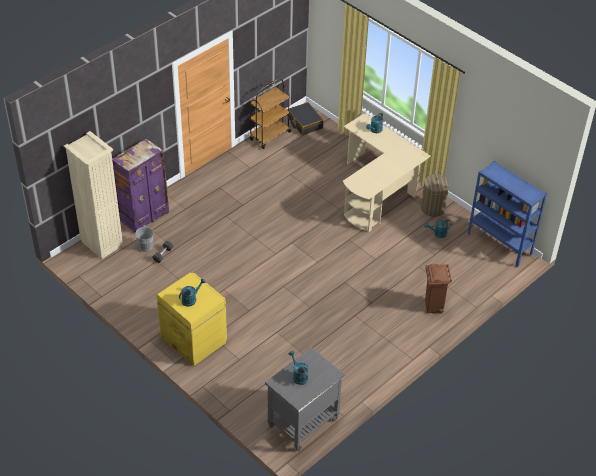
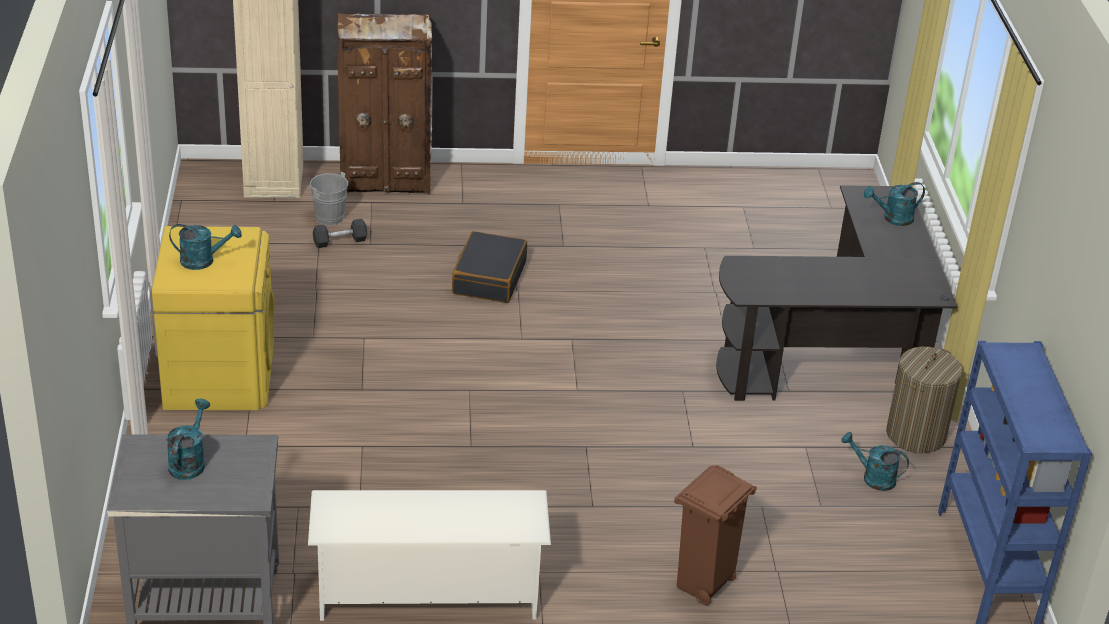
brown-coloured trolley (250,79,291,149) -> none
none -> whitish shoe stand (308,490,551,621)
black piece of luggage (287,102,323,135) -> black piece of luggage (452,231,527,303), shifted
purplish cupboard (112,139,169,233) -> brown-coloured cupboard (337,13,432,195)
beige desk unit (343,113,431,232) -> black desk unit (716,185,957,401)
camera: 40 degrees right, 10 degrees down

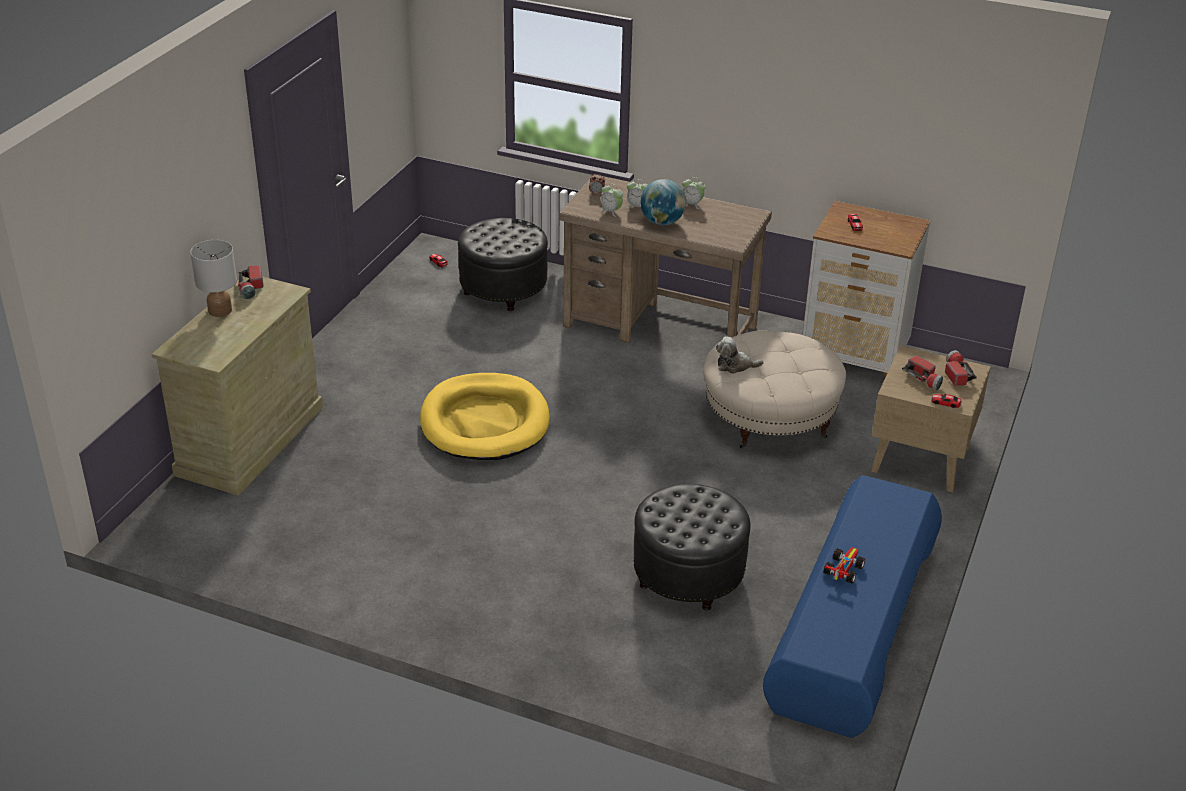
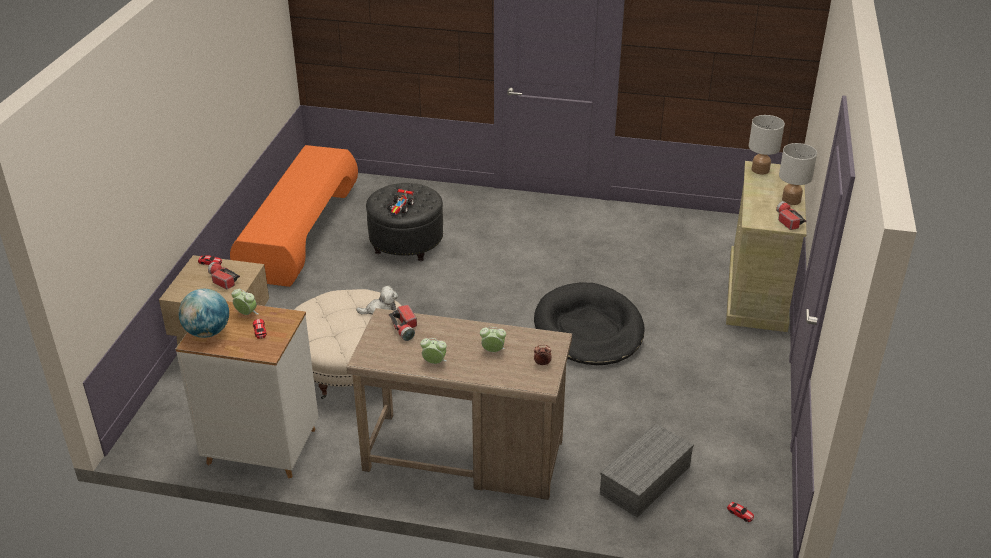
none -> gray tabletop lamp (749,115,785,175)
table clock (600,184,623,217) -> table clock (231,289,259,315), shifted
desk globe (641,179,686,225) -> desk globe (179,289,229,338), shifted
toy car (823,547,865,583) -> toy car (387,188,414,215), shifted
hand torch (945,350,977,386) -> hand torch (389,305,417,341), shifted
black pouffe (458,218,548,311) -> gray storage container (600,423,694,517)
yellow-coloured dog bed (420,373,550,460) -> black dog bed (534,282,645,365)
bluish indoor bench (763,475,942,738) -> orange indoor bench (230,145,358,287)
camera: 170 degrees right, 0 degrees up

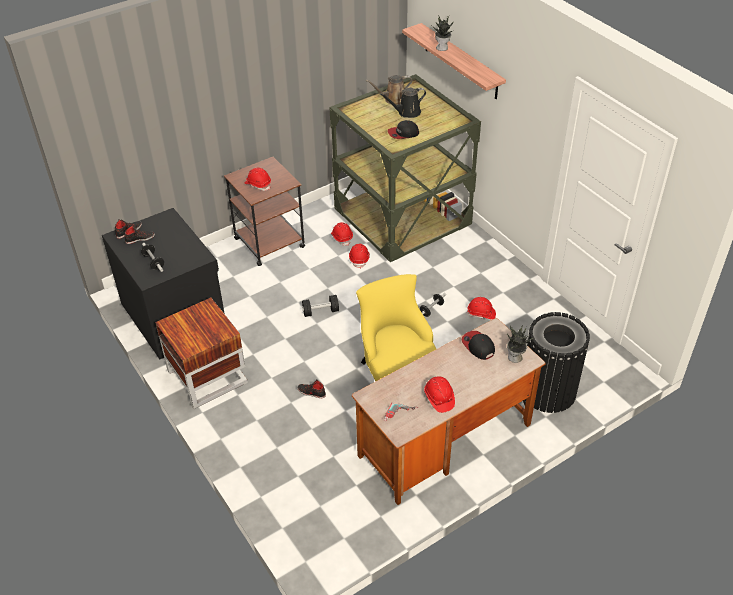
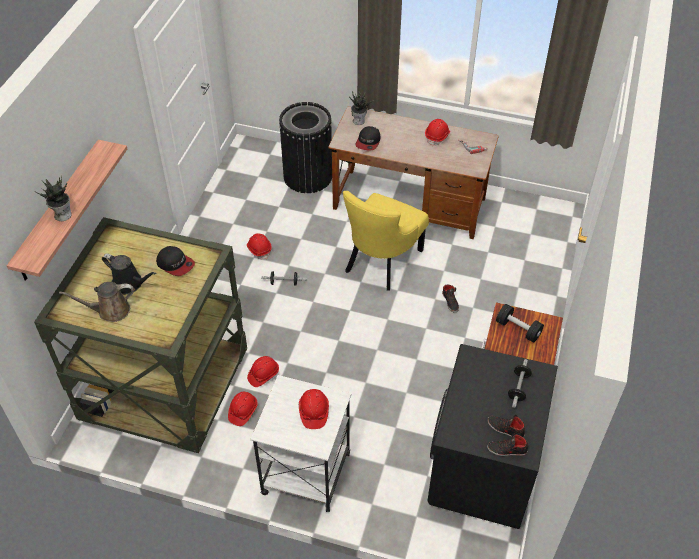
black hand weight (302,295,339,317) -> black hand weight (496,304,544,343), shifted
brown-coloured trolley (224,157,305,266) -> whitish trolley (251,375,351,512)
brown-coloured watering pot (366,75,412,105) -> brown-coloured watering pot (59,282,134,322), 135 degrees clockwise
camera: 130 degrees left, 5 degrees up

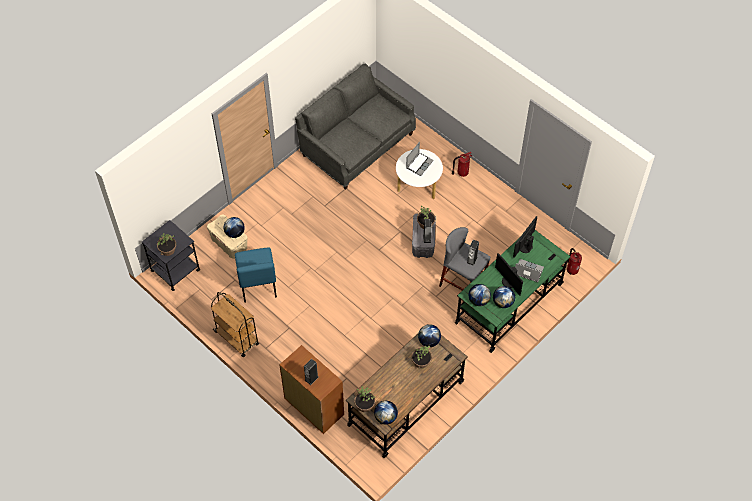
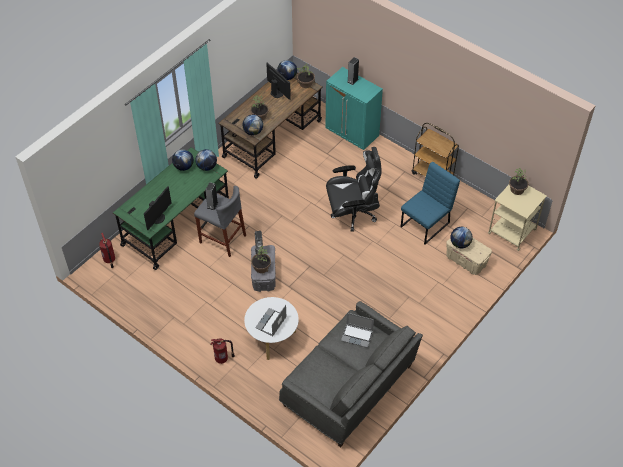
none -> black office chair (326,146,382,232)
computer screen (495,253,523,295) -> computer screen (266,63,291,100), shifted
notebook computer (515,259,544,282) -> notebook computer (341,313,374,348), shifted
black trolley (142,220,200,291) -> beige trolley (488,185,547,251)
brown-coloured cupboard (279,345,344,434) -> turquoise cupboard (325,67,383,150)
bluish chair (235,248,277,302) -> bluish chair (401,162,460,244), 60 degrees clockwise
camera: 175 degrees right, 5 degrees down

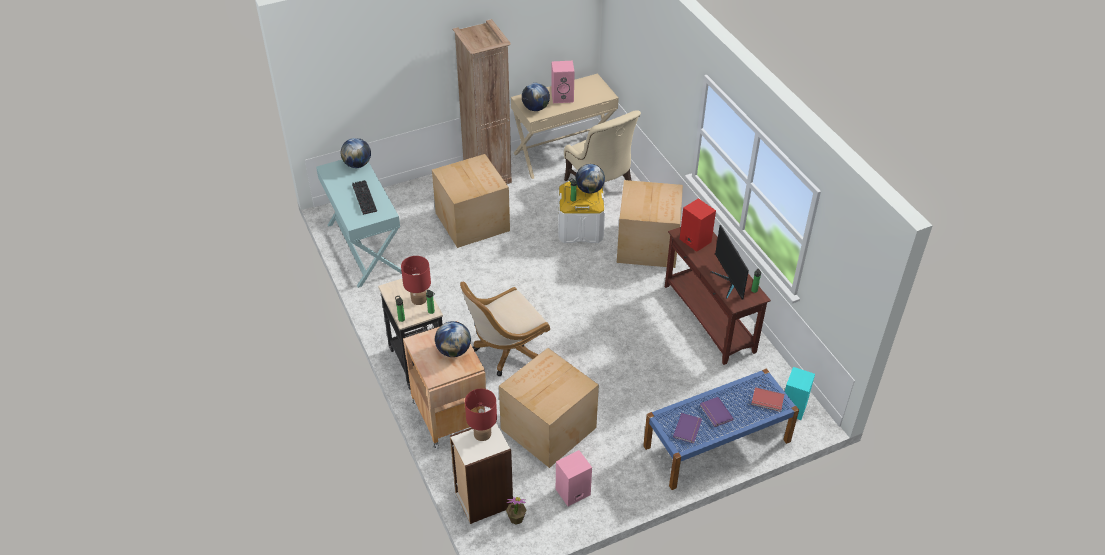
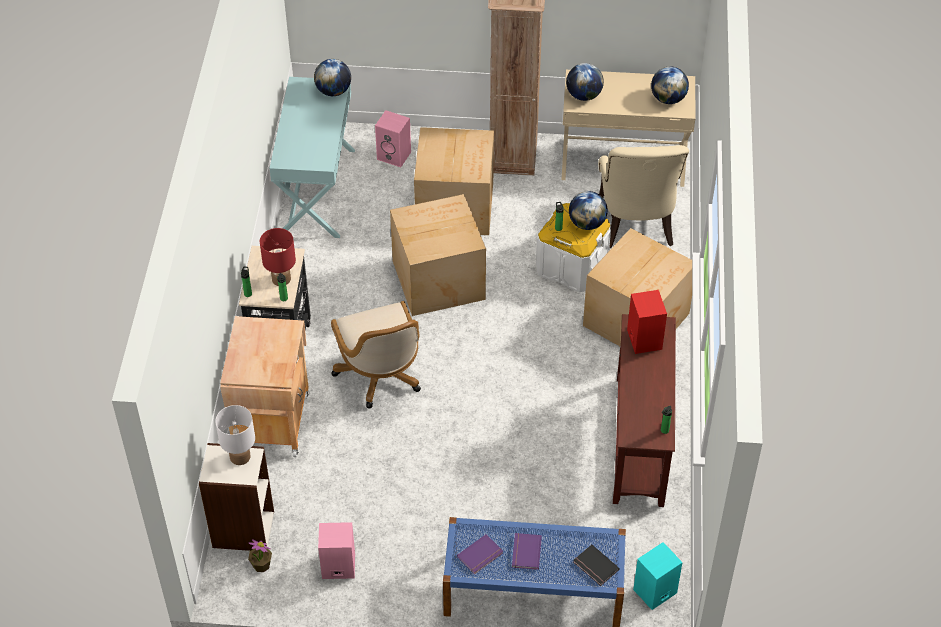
computer keyboard (352,180,377,215) -> none
computer screen (710,225,749,299) -> none
desk globe (435,321,471,357) -> desk globe (651,67,689,104), shifted
carton (499,348,599,468) -> carton (390,194,486,316), shifted
pink loudspeaker (551,61,575,103) -> pink loudspeaker (375,110,411,167), shifted
red tabletop lamp (465,389,497,441) -> whitish tabletop lamp (215,405,255,465)
red bound book (751,387,784,412) -> black bound book (574,545,620,586)
office chair (460,282,550,376) -> office chair (331,301,421,409), 105 degrees counterclockwise
camera: 30 degrees right, 5 degrees up

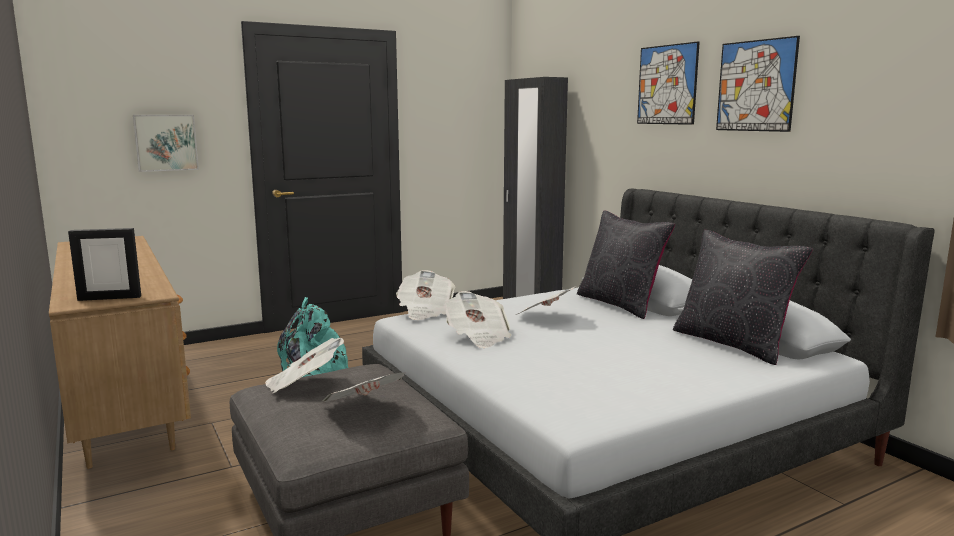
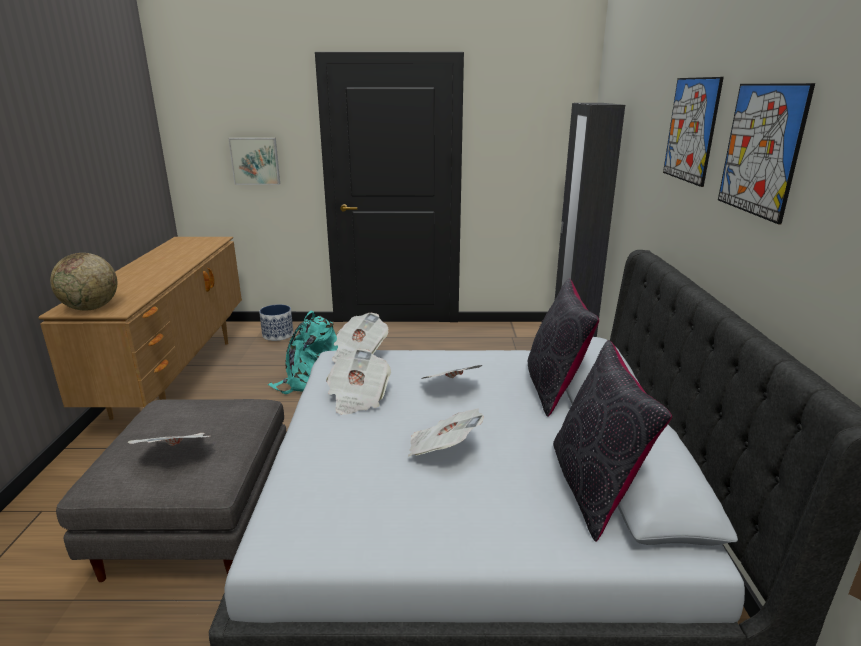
none -> planter (259,304,293,341)
daily paper (265,338,344,393) -> daily paper (408,409,484,456), shifted
photo frame (68,228,141,301) -> desk globe (50,253,117,311)
camera: 30 degrees right, 10 degrees up

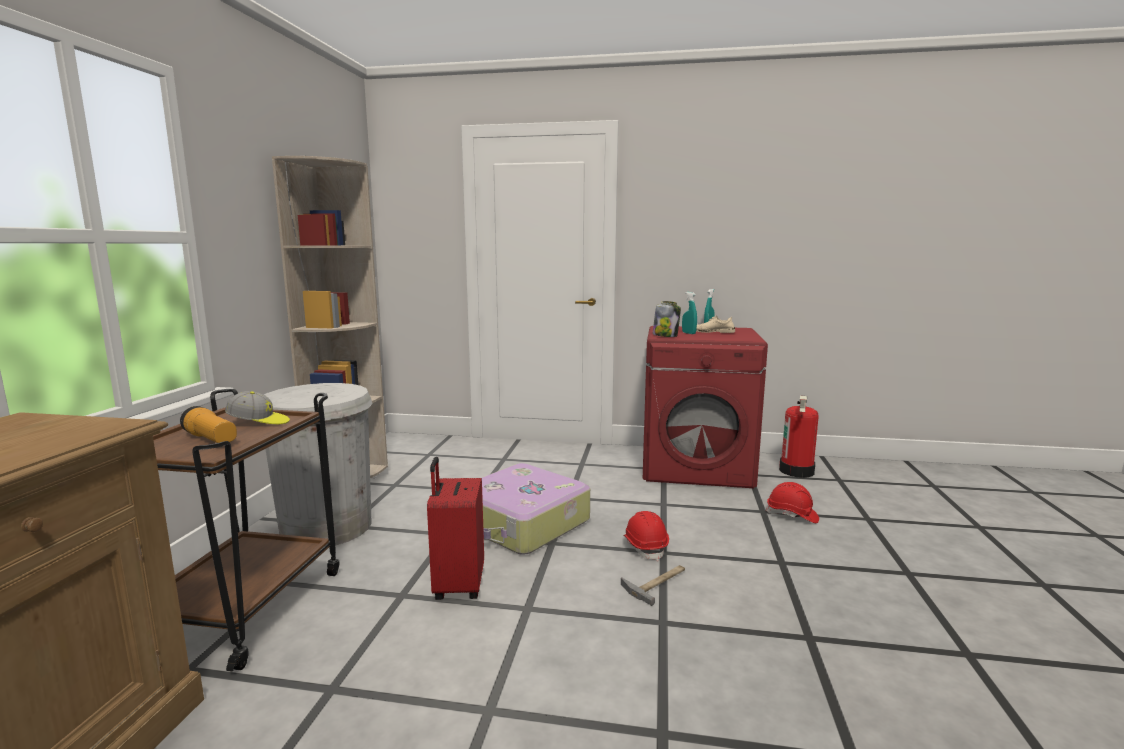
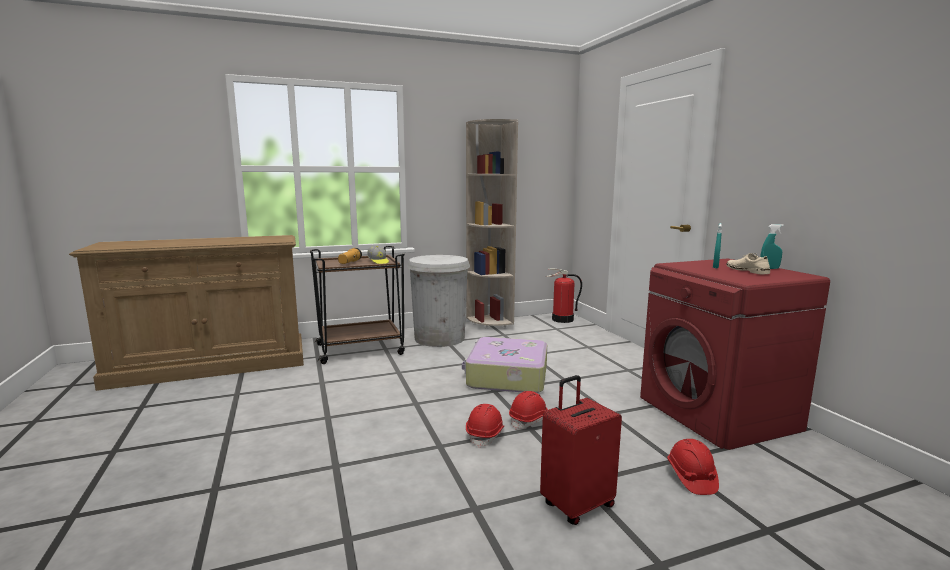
preserve jar (653,301,681,337) -> none
red piece of luggage (427,457,484,600) -> red piece of luggage (540,375,622,525), shifted
extinguisher (779,395,818,478) -> extinguisher (546,269,582,323), shifted
hand hammer (621,565,685,606) -> red work helmet (466,404,504,448)
camera: 60 degrees right, 0 degrees up

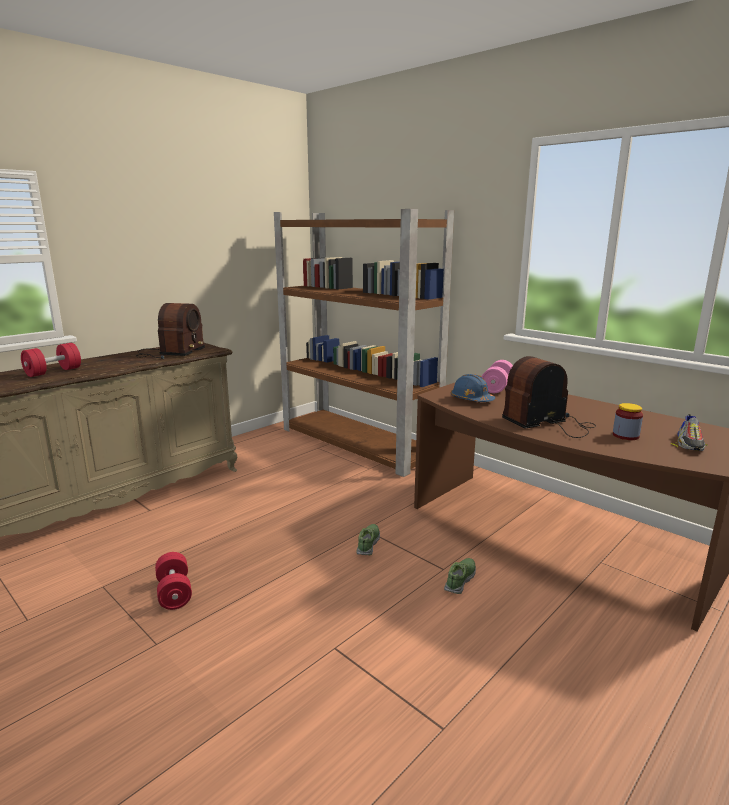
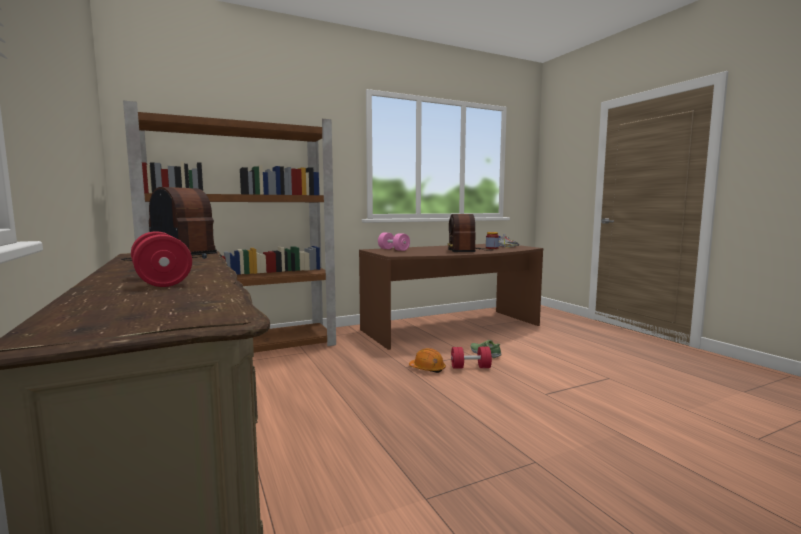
bluish work helmet (451,374,495,402) -> none
red hand weight (155,552,192,610) -> red hand weight (451,347,492,369), shifted
item of footwear (356,524,380,555) -> orange work helmet (409,348,446,373)
camera: 70 degrees left, 10 degrees down

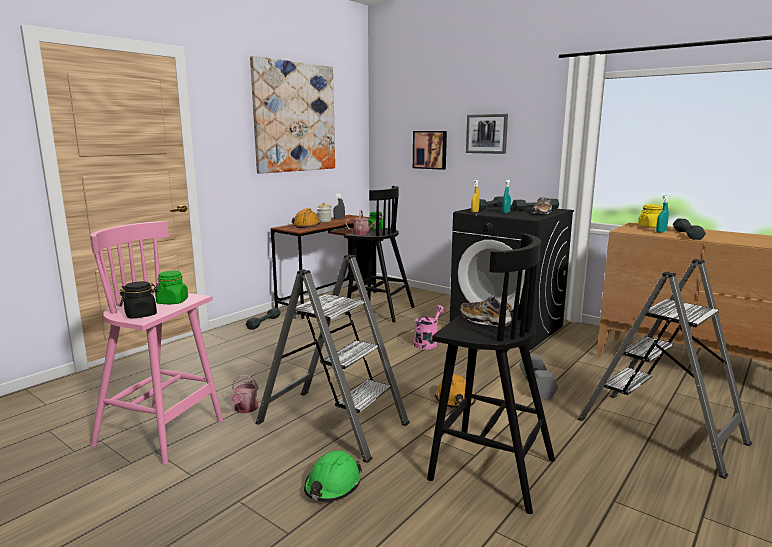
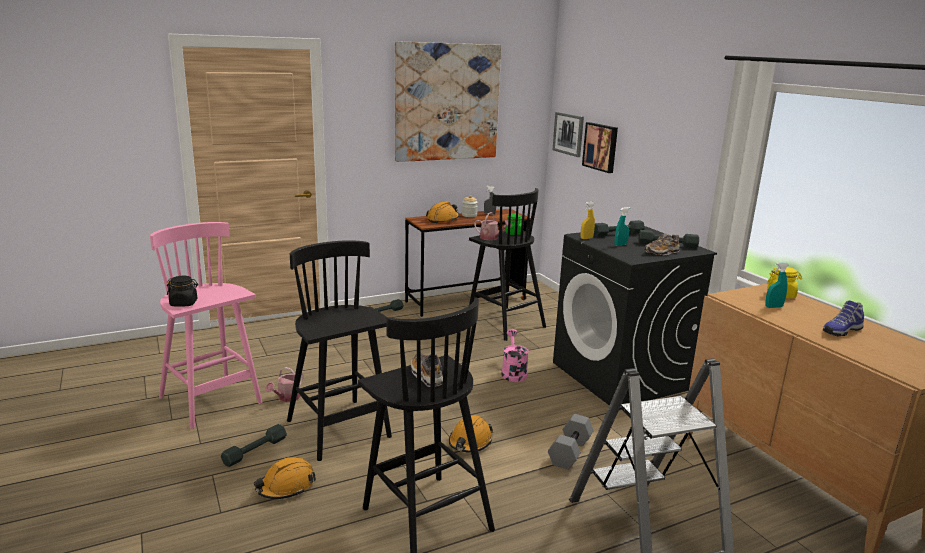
green-coloured preserve jar (155,271,188,304) -> none
none -> item of footwear (823,300,864,337)
picture (466,114,508,154) -> picture (553,112,584,157), shifted
gray hand weight (673,219,706,240) -> gray hand weight (221,424,287,467), shifted
gray step ladder (255,254,410,463) -> black sitting stool (287,240,392,461)
green-coloured work helmet (304,450,362,501) -> orange work helmet (254,457,316,499)
pink watering pot (414,305,445,350) -> pink watering pot (502,329,529,382), 60 degrees counterclockwise
camera: 25 degrees right, 5 degrees up

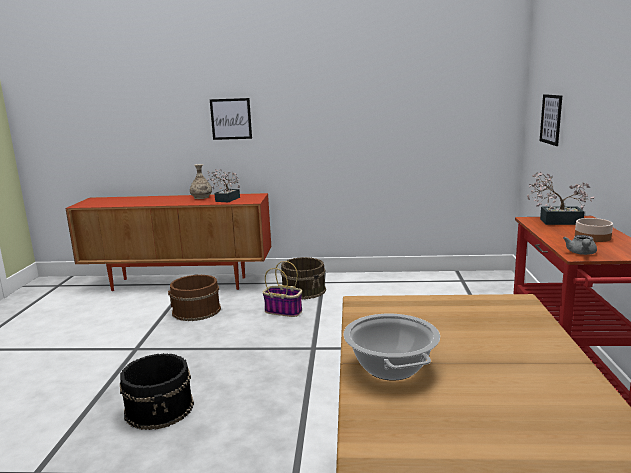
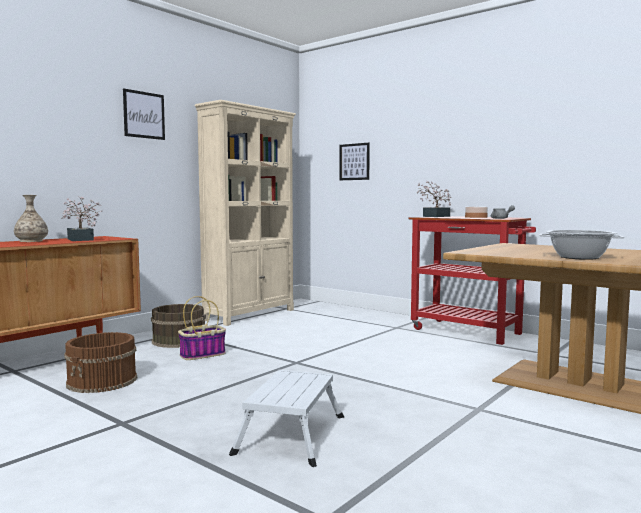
none -> beige bookshelf (195,100,296,326)
picture (210,98,252,140) -> picture (123,88,165,140), shifted
black bucket (120,353,194,430) -> whitish step ladder (229,370,344,467)
camera: 55 degrees left, 10 degrees down

